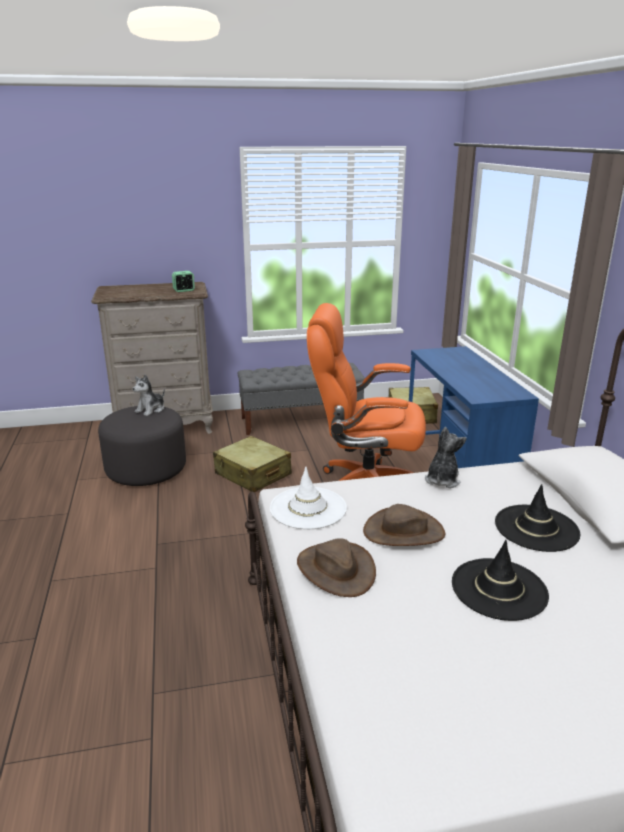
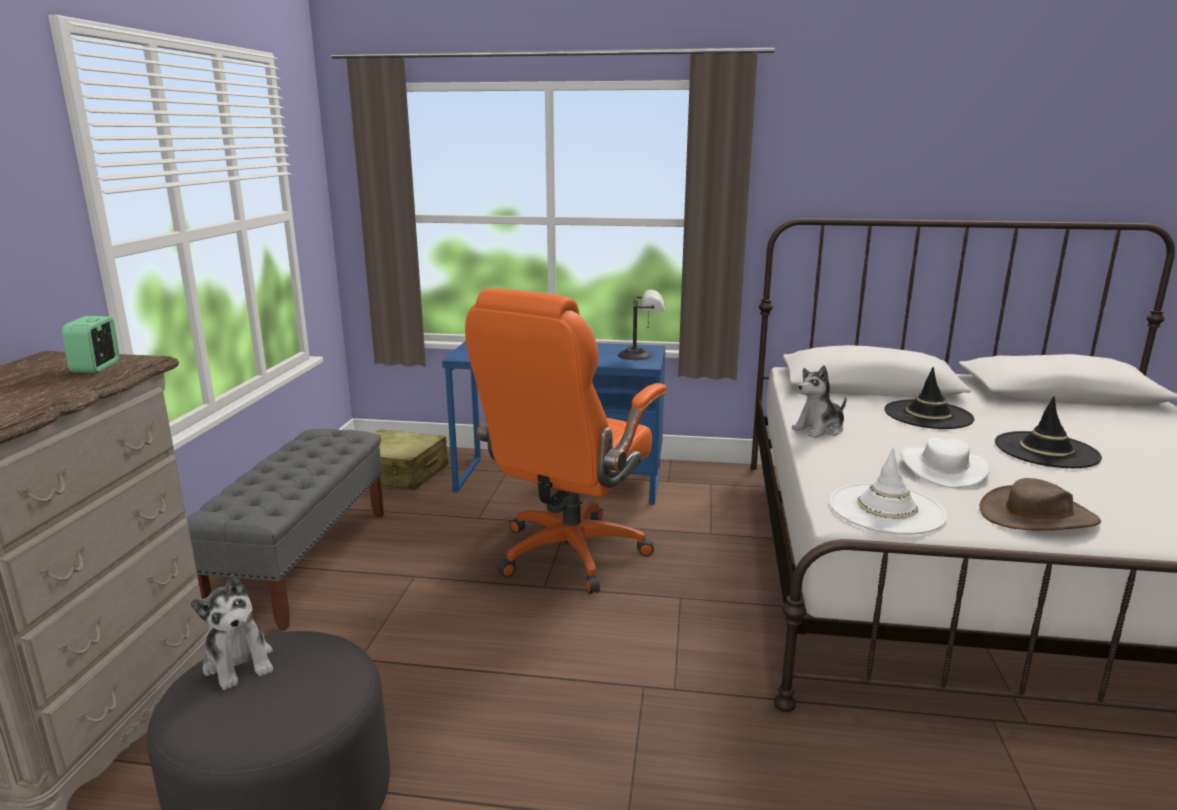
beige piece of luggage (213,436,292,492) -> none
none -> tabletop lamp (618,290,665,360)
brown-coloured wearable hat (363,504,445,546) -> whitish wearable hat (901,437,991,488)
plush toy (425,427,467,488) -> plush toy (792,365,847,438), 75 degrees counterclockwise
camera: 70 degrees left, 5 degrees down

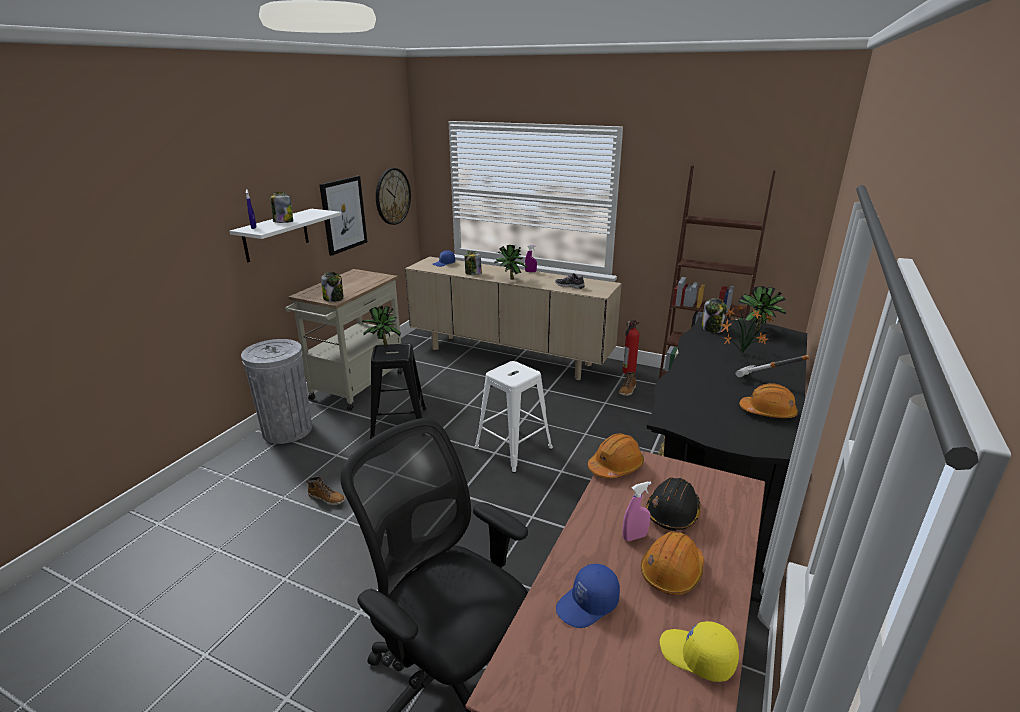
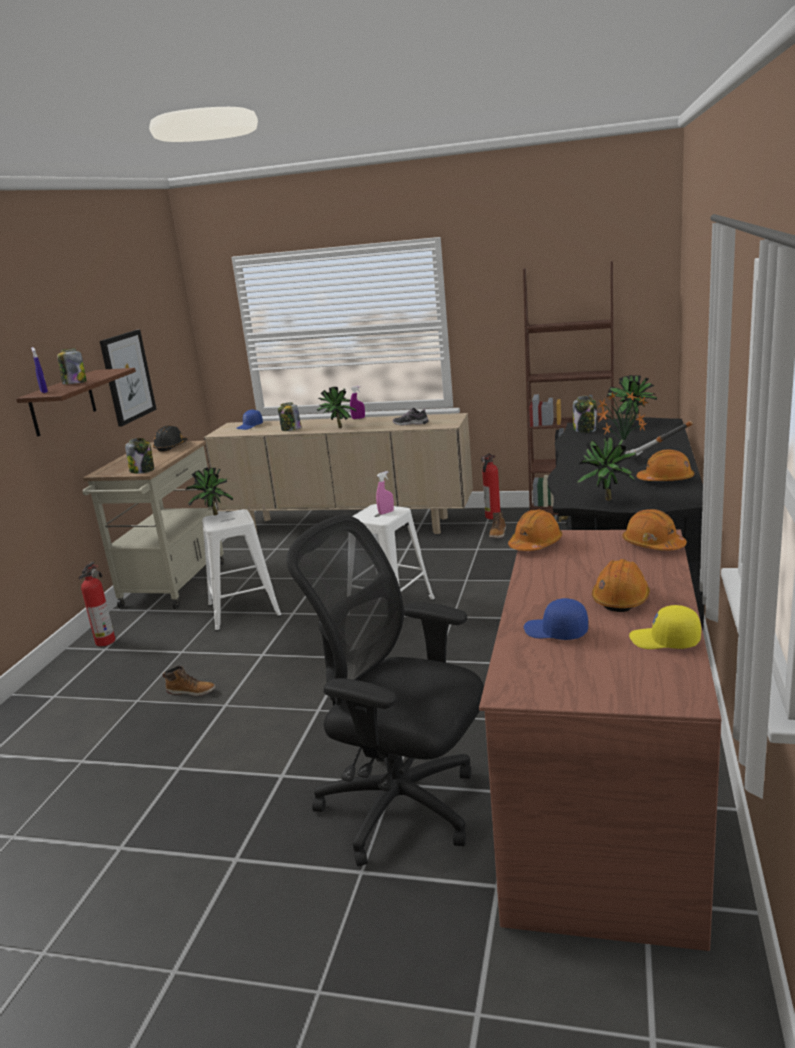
hanging clock (376,168,411,225) -> none
none -> houseplant (577,436,637,501)
none -> orange work helmet (622,509,687,551)
pink spray bottle (622,481,652,541) -> pink spray bottle (376,471,394,515), shifted
black work helmet (646,477,701,531) -> black work helmet (153,425,188,452), shifted
gray trash can (241,339,312,444) -> extinguisher (78,562,115,646)
whitish shelf (229,209,341,262) -> brown-coloured shelf (16,368,136,436)
black sitting stool (370,344,426,439) -> whitish sitting stool (202,509,282,631)
bluish peaked cap (556,564,620,628) -> bluish peaked cap (524,598,588,640), 75 degrees clockwise
camera: 10 degrees left, 5 degrees down

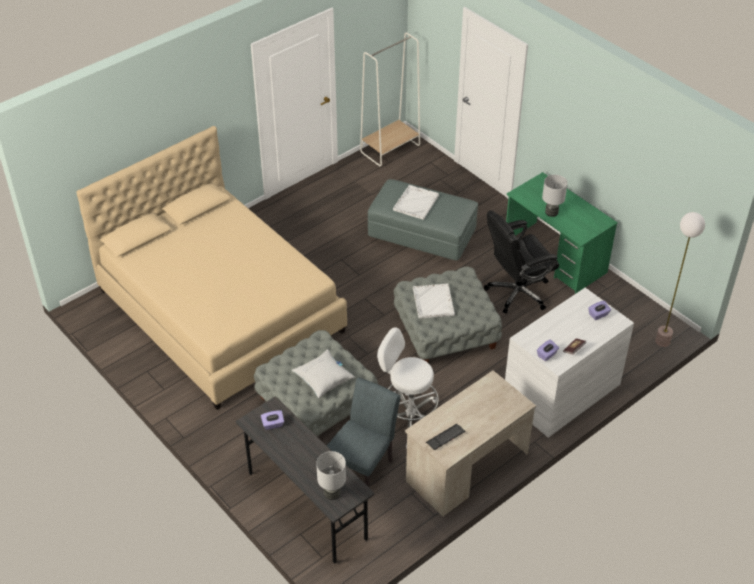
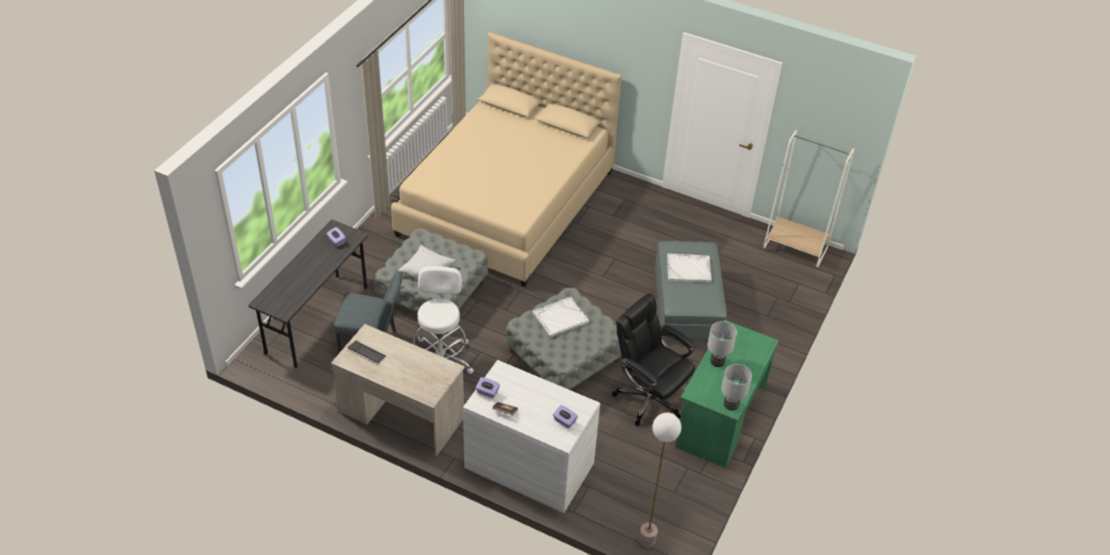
gray tabletop lamp (316,451,346,500) -> gray tabletop lamp (721,364,752,410), shifted
camera: 65 degrees right, 0 degrees up

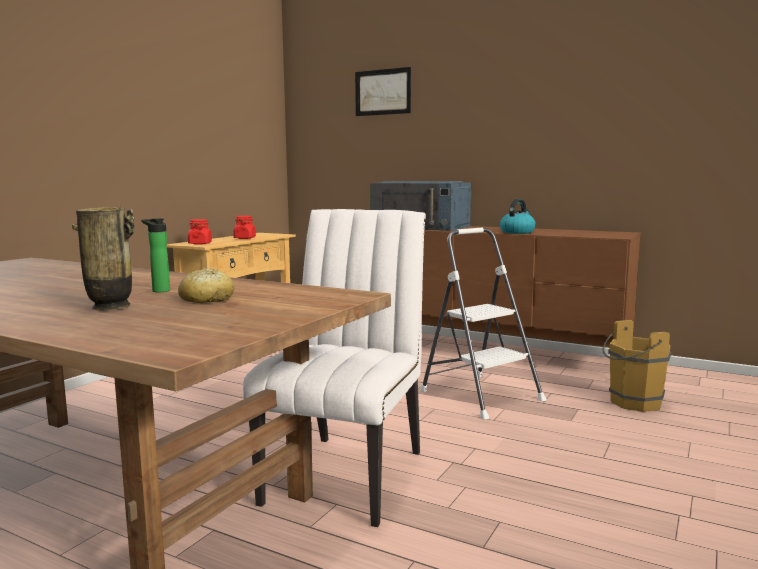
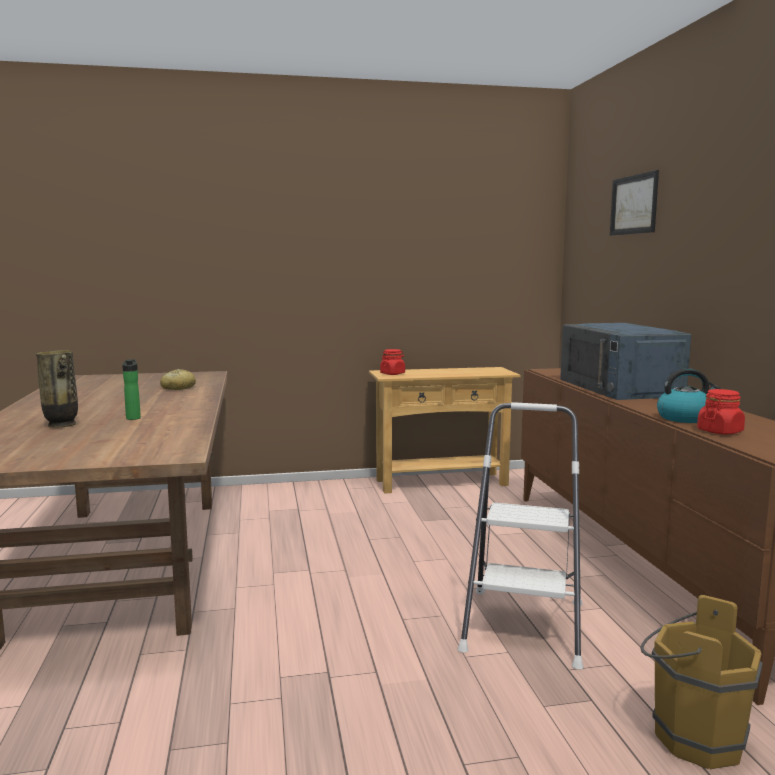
whitish chair (243,209,426,527) -> none
baked bread (178,268,234,303) -> baked bread (160,369,196,390), shifted
red preserve jar (233,216,256,239) -> red preserve jar (697,389,745,434), shifted
camera: 50 degrees right, 0 degrees up

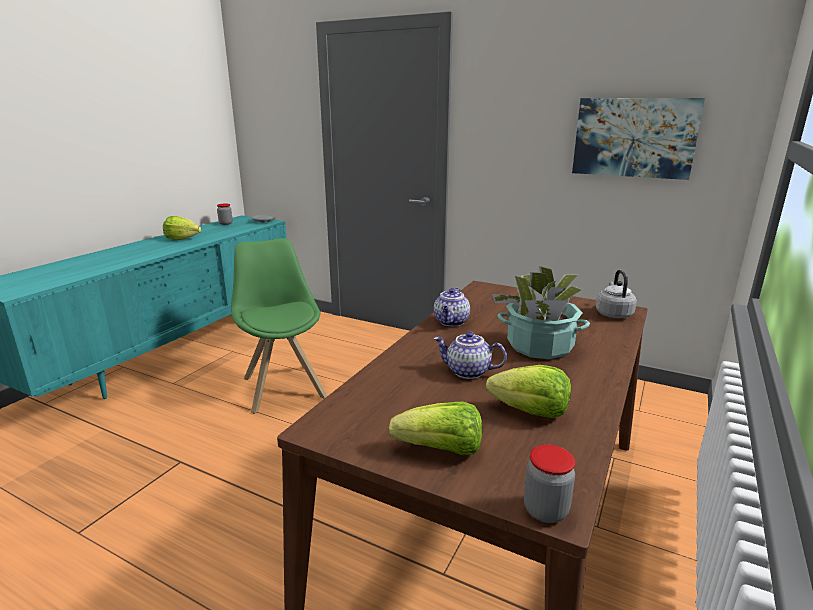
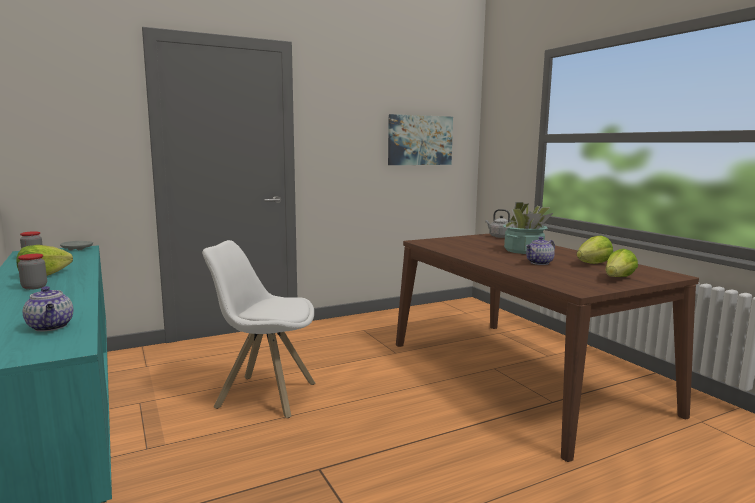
tea pot (434,288,470,326) -> tea pot (23,286,73,331), shifted
preserve jar (524,445,575,523) -> preserve jar (18,254,47,290), shifted
green-coloured chair (231,238,327,414) -> whitish chair (202,240,316,418)
camera: 55 degrees left, 10 degrees down

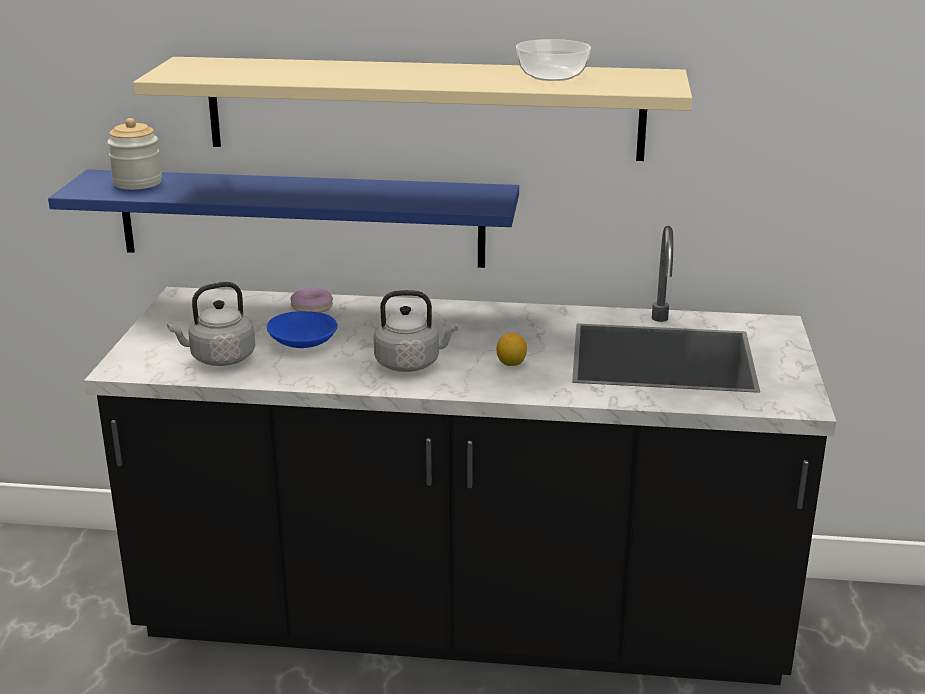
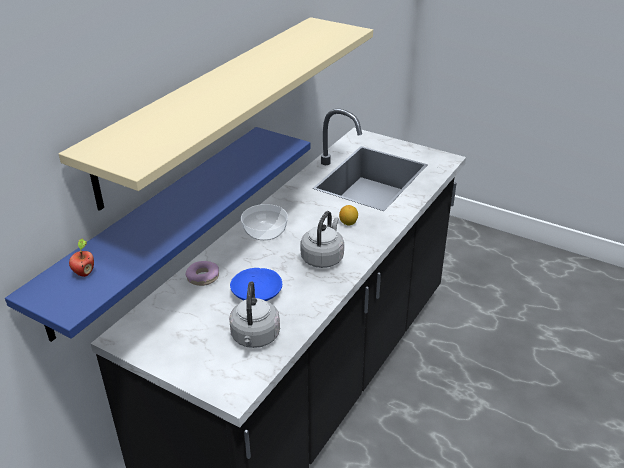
serving bowl (516,39,591,81) -> serving bowl (241,204,288,240), shifted
preserve jar (107,118,162,190) -> apple fruit (69,239,94,277)
camera: 65 degrees left, 10 degrees up

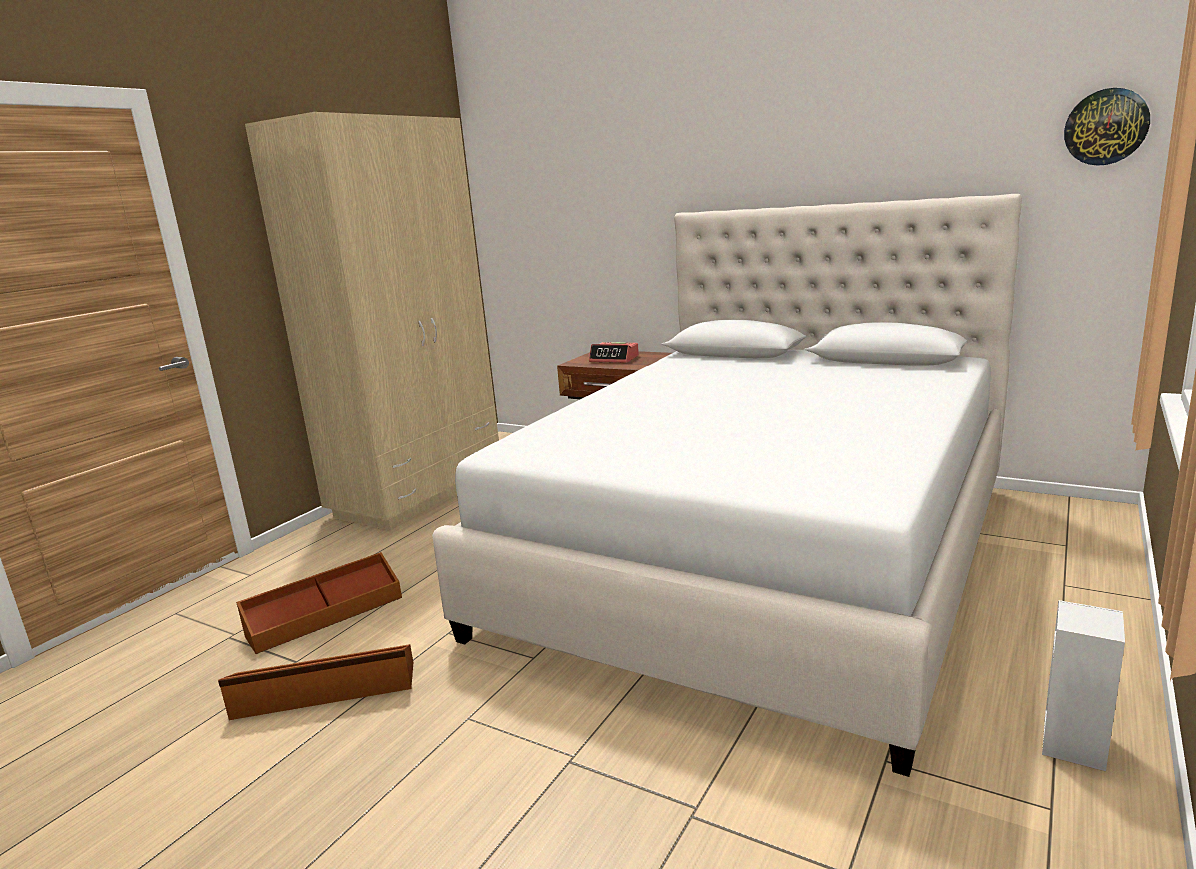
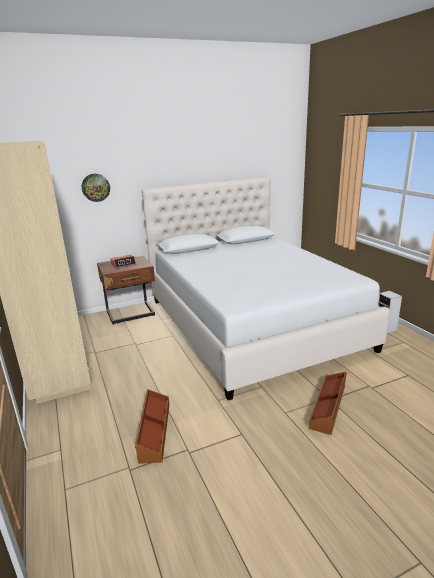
brown-coloured storage container (218,644,413,720) -> brown-coloured storage container (309,372,347,435), shifted
hanging clock (1064,88,1150,166) -> hanging clock (82,174,110,202), shifted
camera: 55 degrees left, 5 degrees up

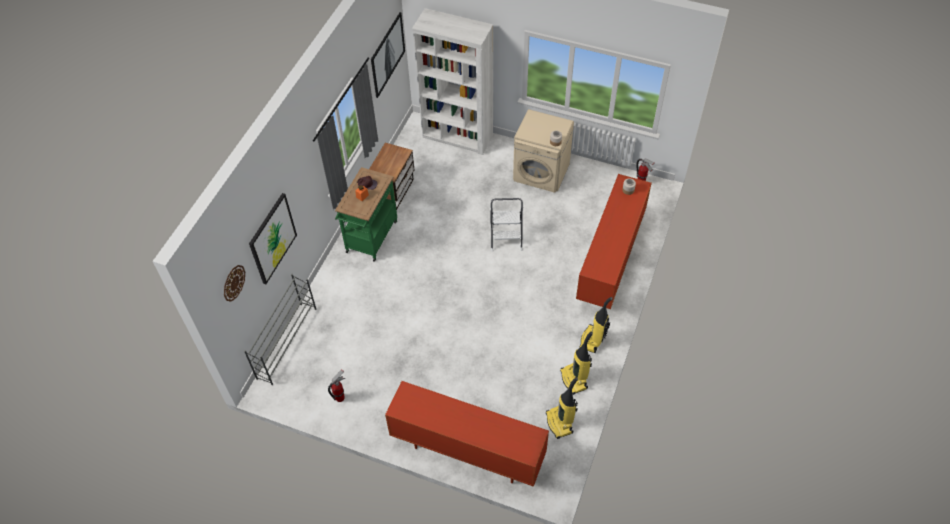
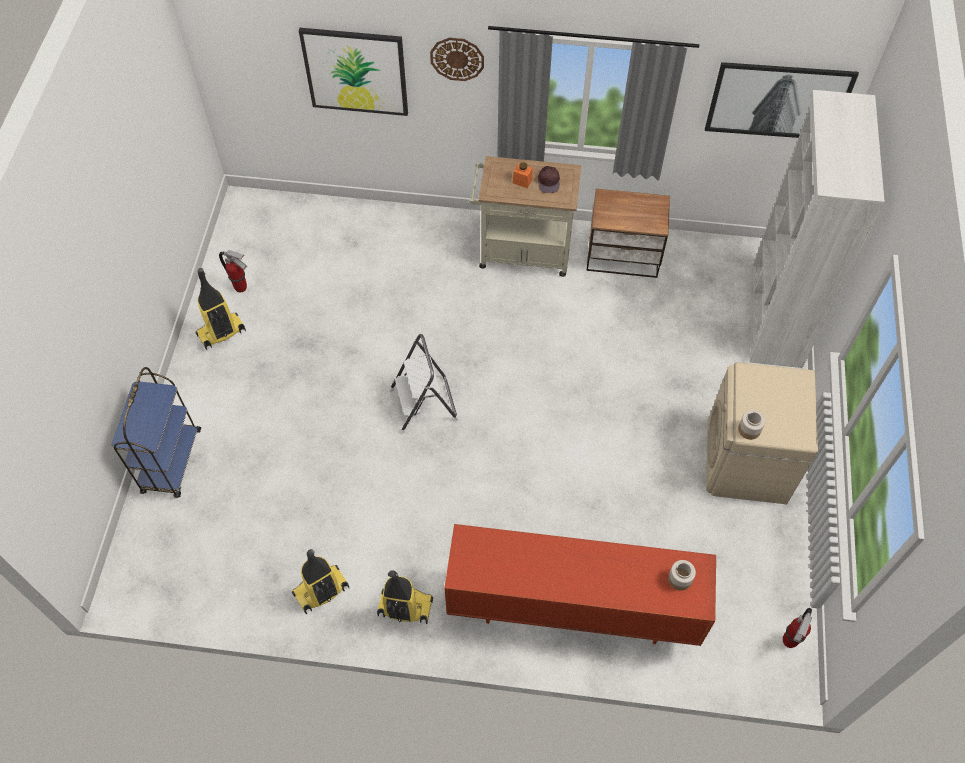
gray shoe stand (244,273,316,385) -> none
hanging clock (224,265,245,302) -> hanging clock (430,38,484,81), shifted
whitish step ladder (490,198,523,252) -> whitish step ladder (388,334,458,434), shifted
hoover (546,377,578,439) -> hoover (195,268,246,350), shifted
cupboard (385,381,549,487) -> bluish trolley (112,367,201,498)
green-coloured trolley (335,167,397,262) -> beige trolley (469,156,581,277)
camera: 75 degrees right, 5 degrees up

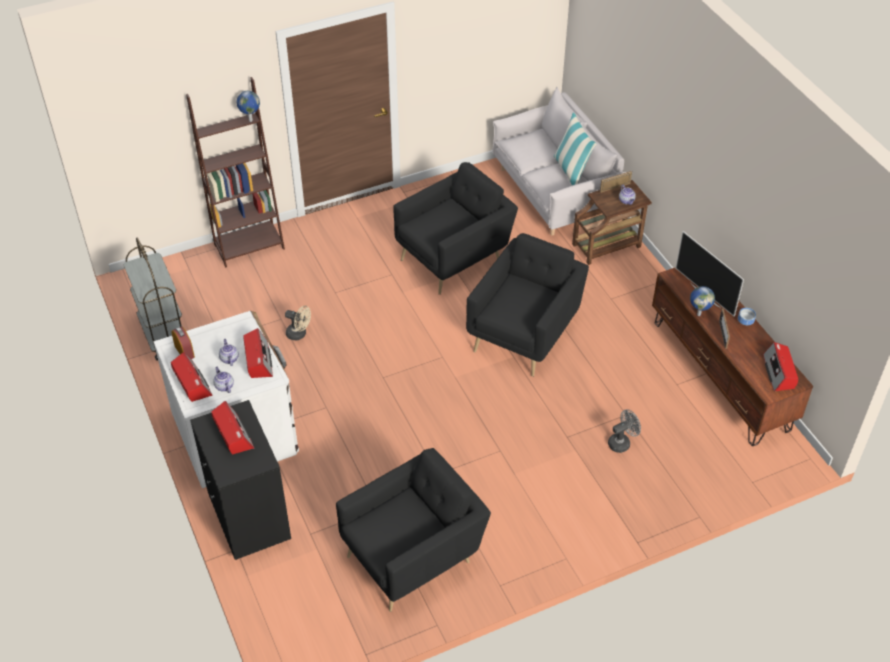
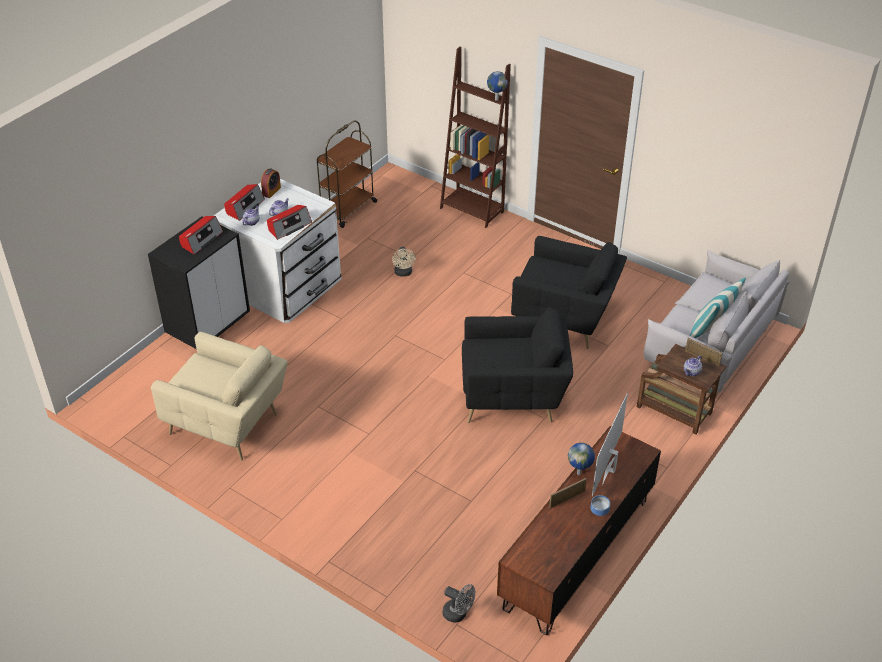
radio receiver (763,342,798,391) -> none
gray fan (608,409,641,453) -> gray fan (442,584,475,623), shifted
gray trolley (124,238,182,361) -> brown-coloured trolley (316,121,377,228)
black armchair (336,448,491,612) -> beige armchair (151,332,288,460)
camera: 60 degrees right, 5 degrees down

